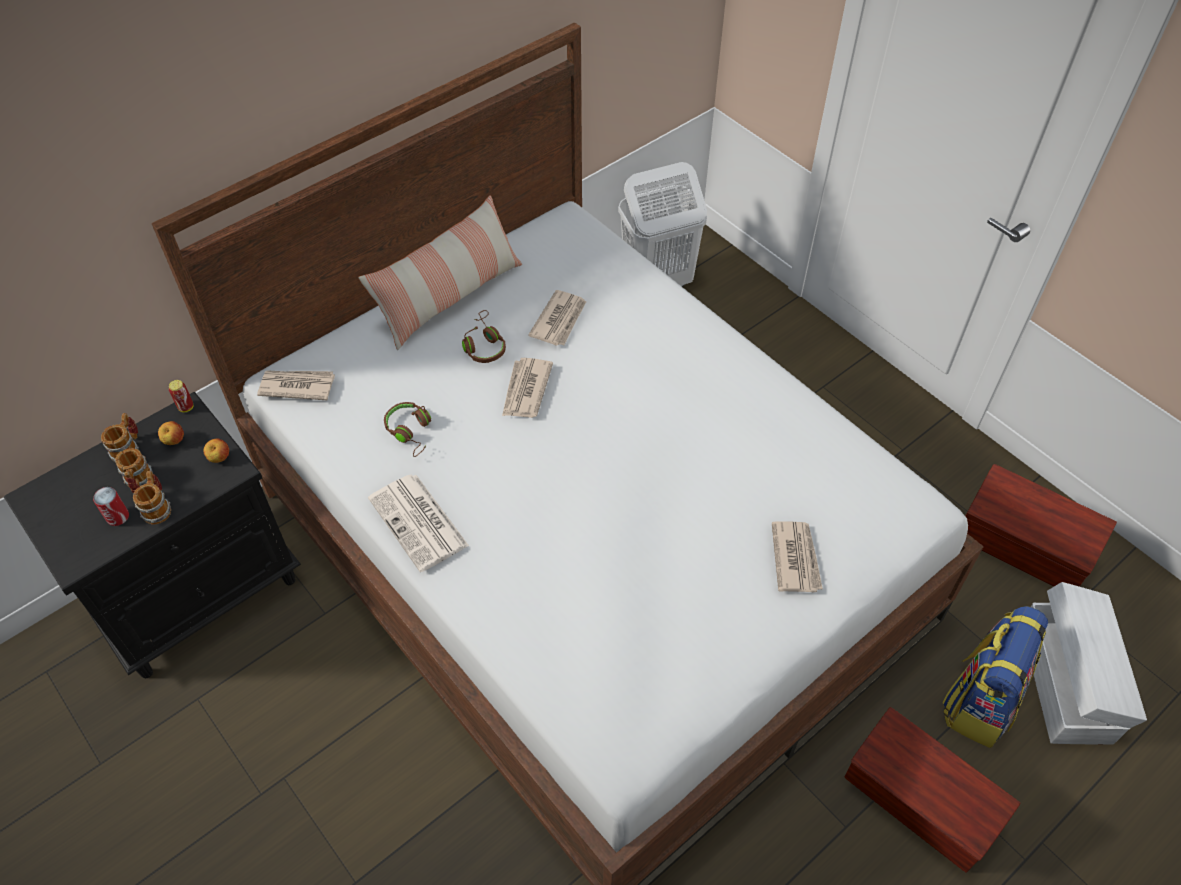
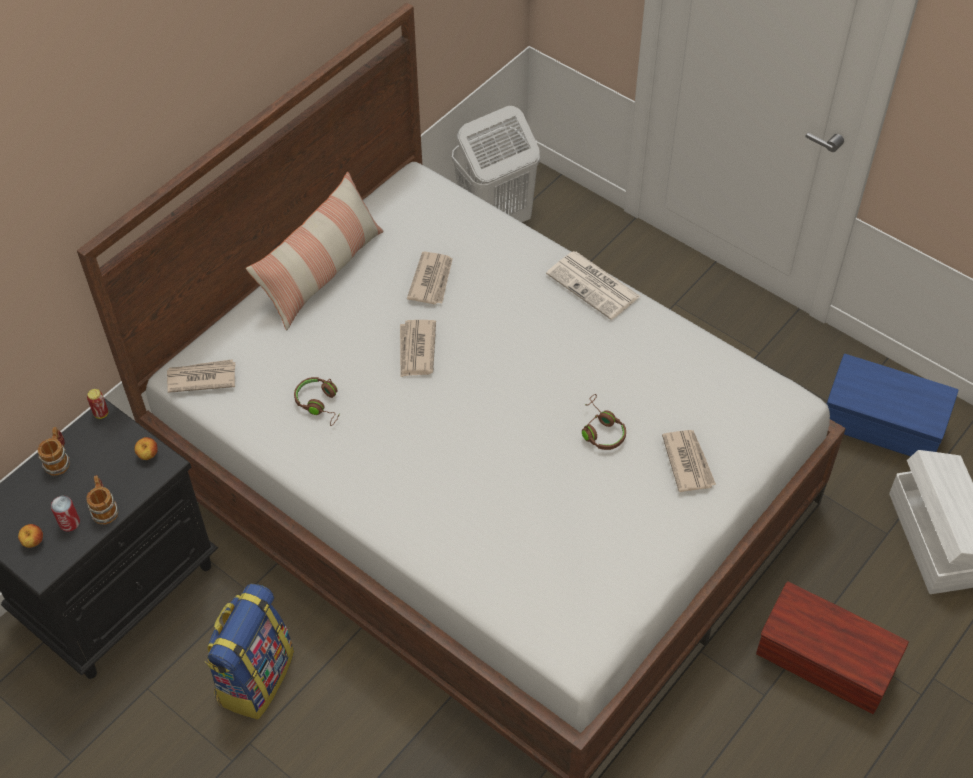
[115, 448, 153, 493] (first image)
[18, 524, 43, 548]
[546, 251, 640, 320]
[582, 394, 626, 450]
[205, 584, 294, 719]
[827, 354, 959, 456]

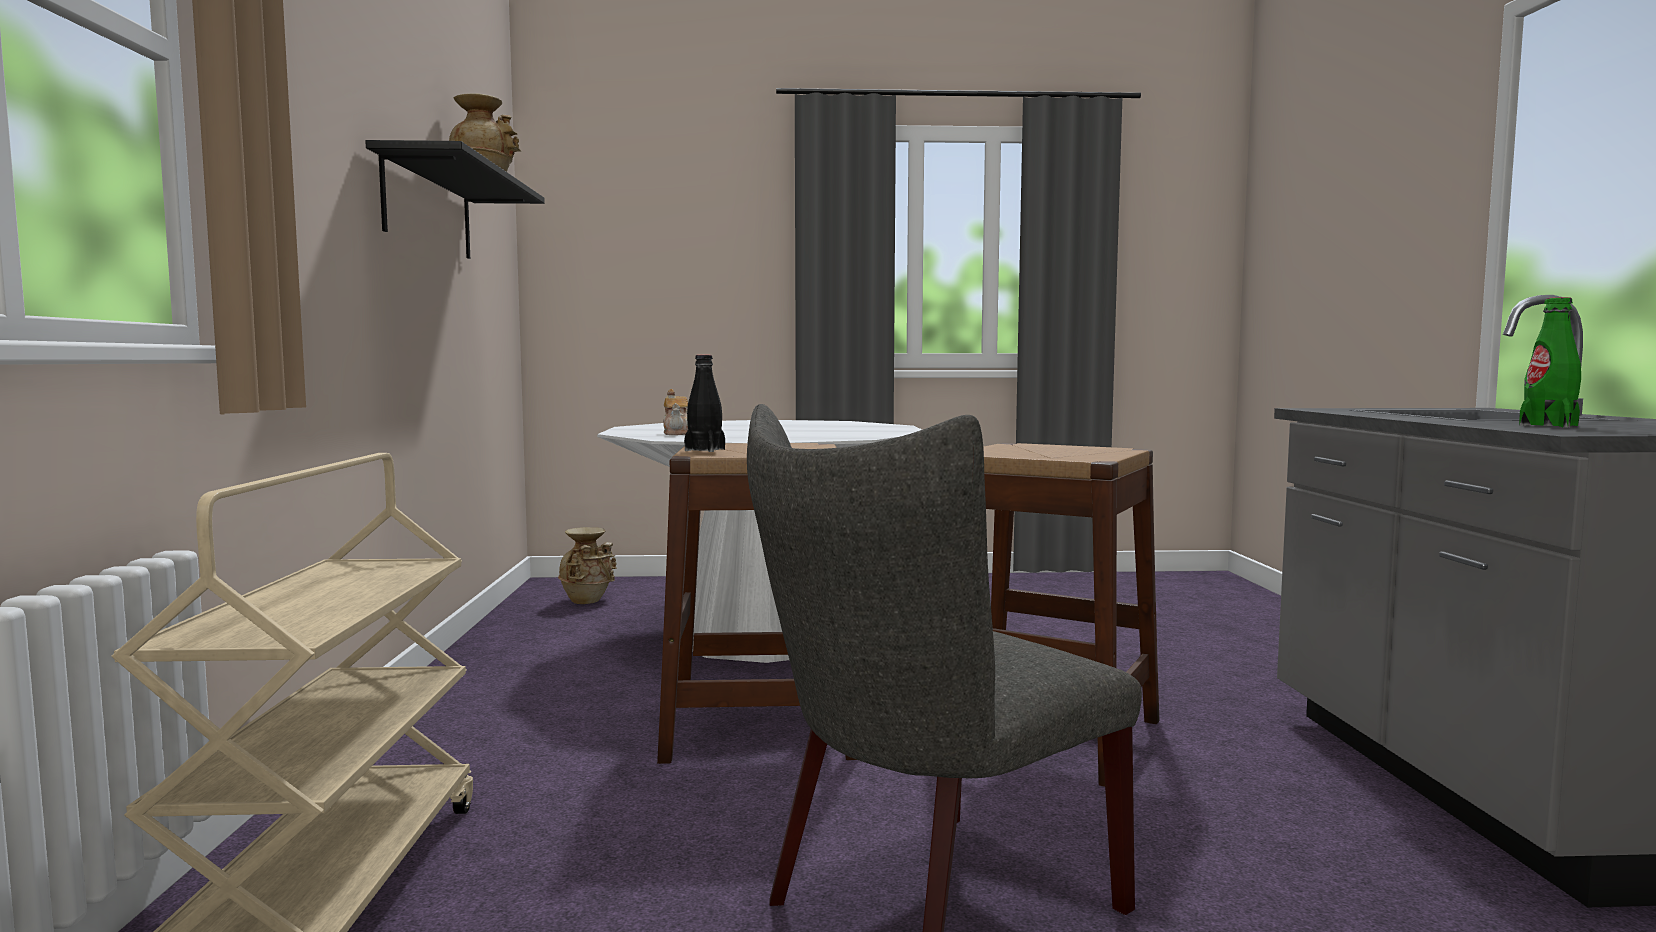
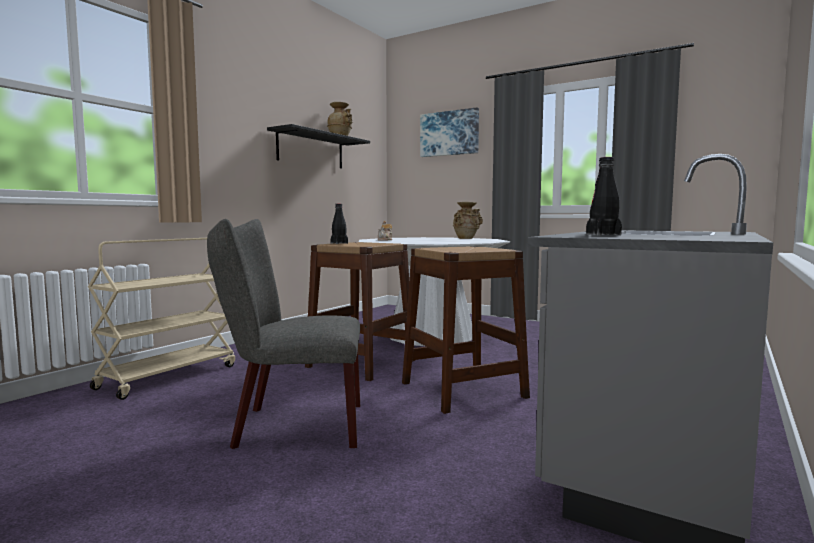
[420, 107, 479, 157]
[453, 202, 483, 239]
[586, 157, 622, 236]

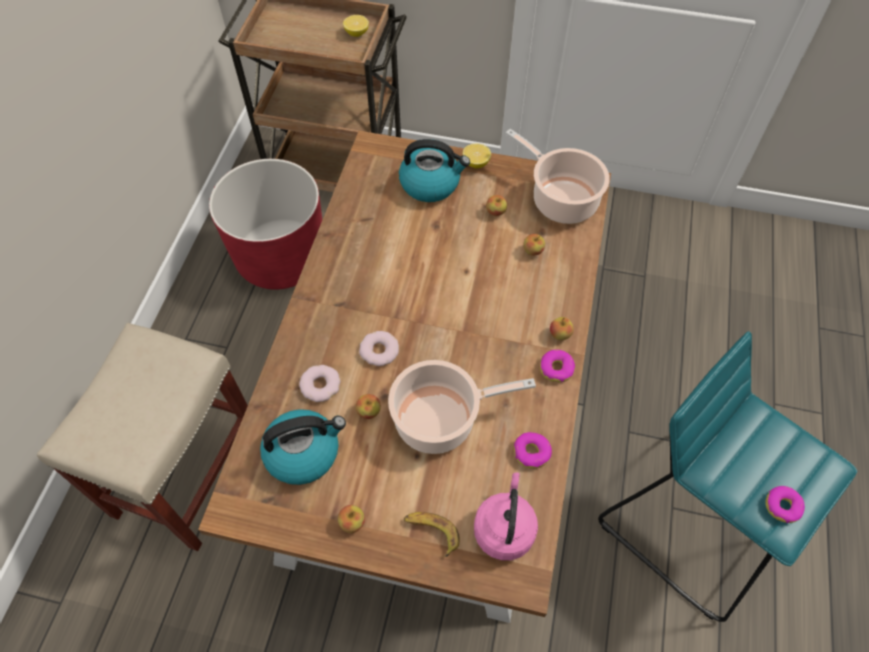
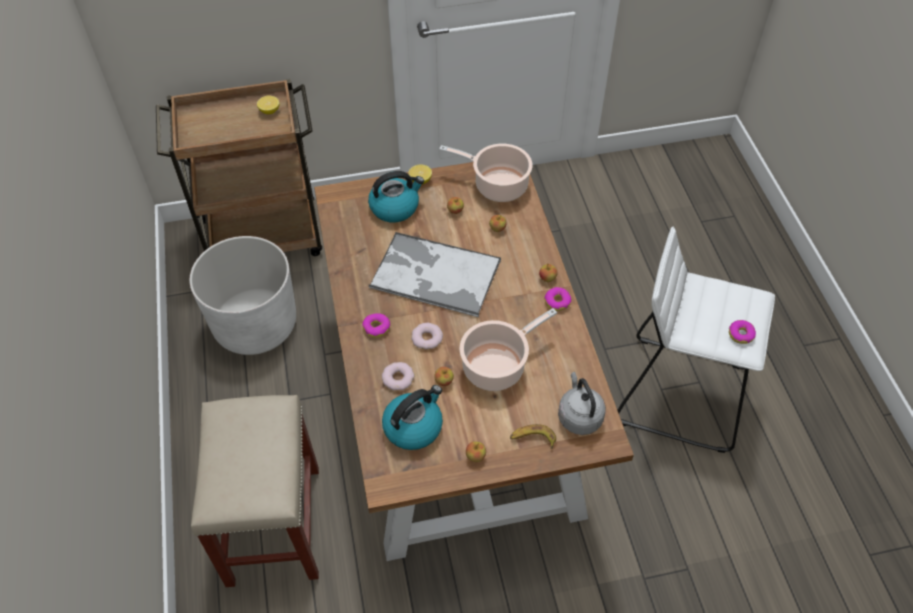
[368, 232, 501, 317]
[362, 313, 391, 338]
[189, 236, 296, 355]
[558, 372, 606, 435]
[618, 227, 775, 453]

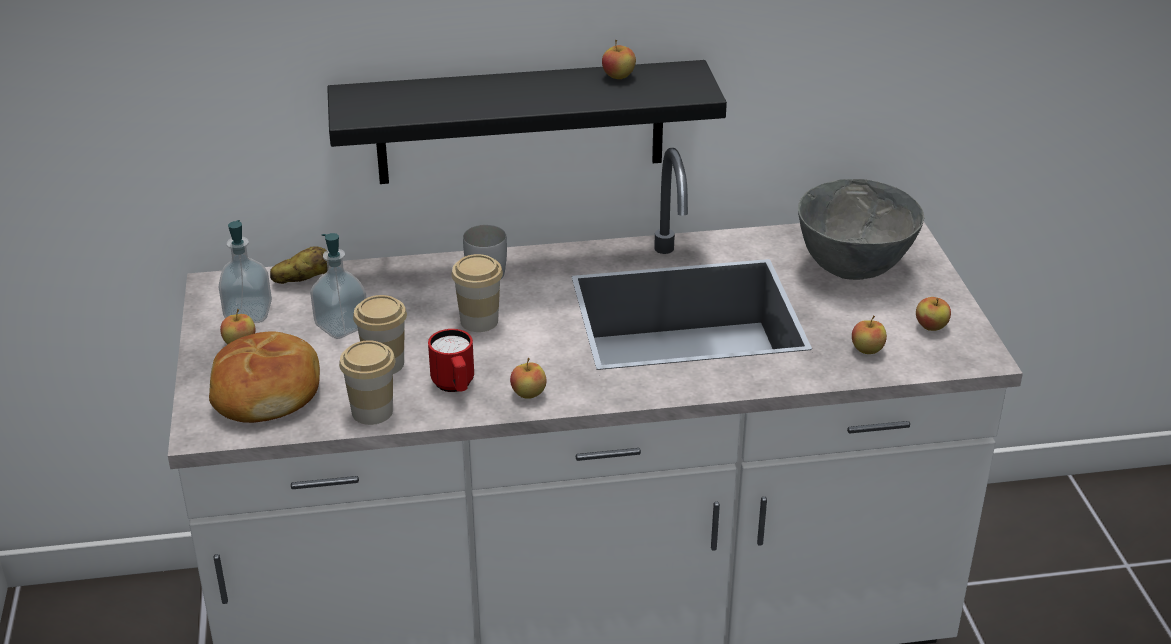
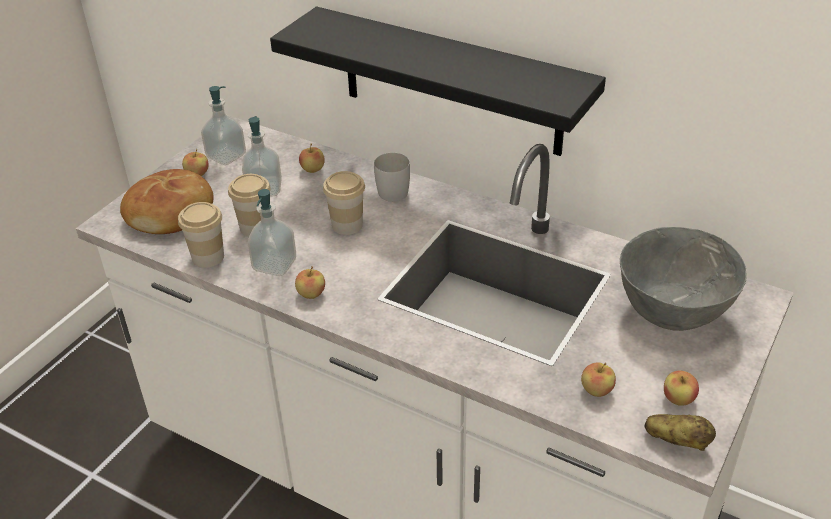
[645, 414, 716, 451]
[299, 144, 325, 173]
[248, 189, 296, 276]

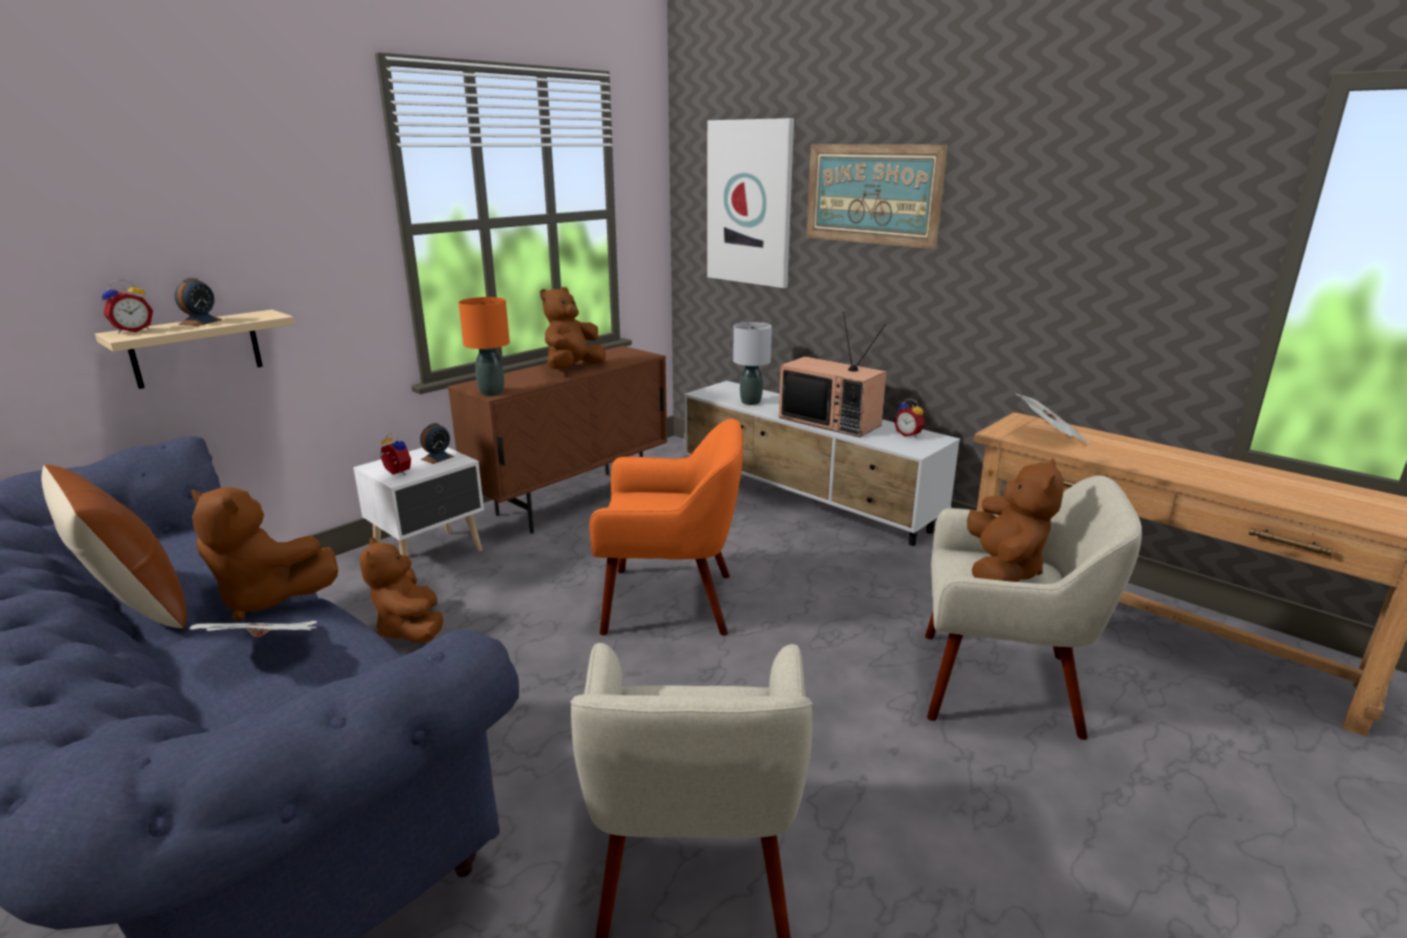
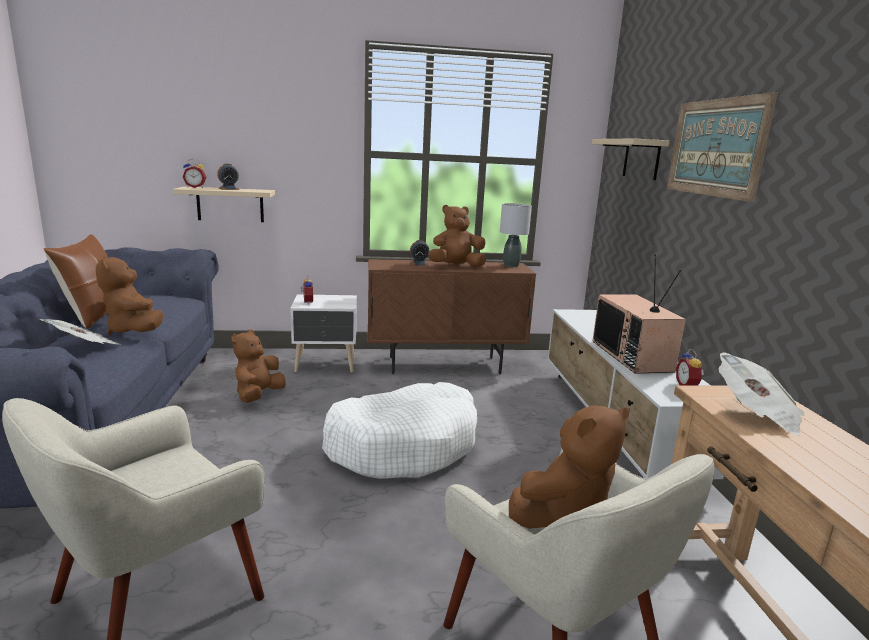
[458, 297, 510, 396] (first image)
[410, 240, 429, 265]
[500, 203, 532, 267]
[322, 382, 477, 479]
[592, 138, 669, 180]

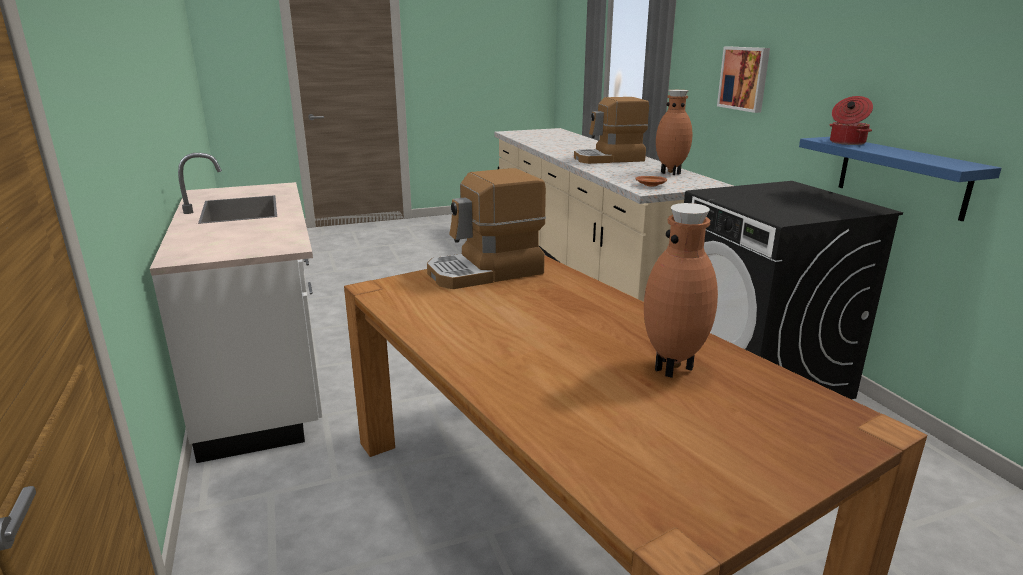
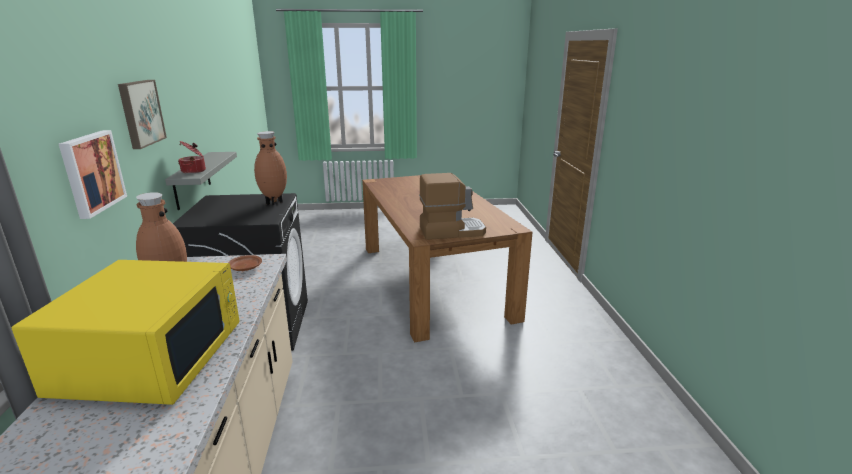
[150, 153, 323, 463] (first image)
[118, 80, 167, 149]
[254, 131, 287, 205]
[12, 260, 239, 405]
[165, 152, 237, 210]

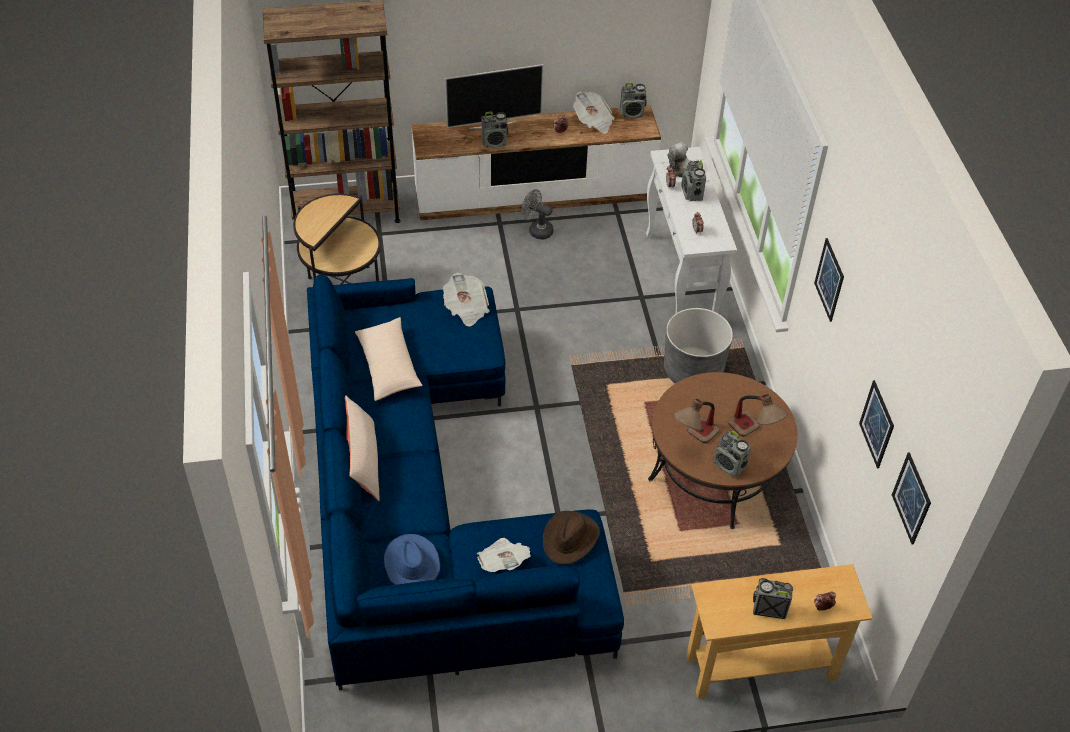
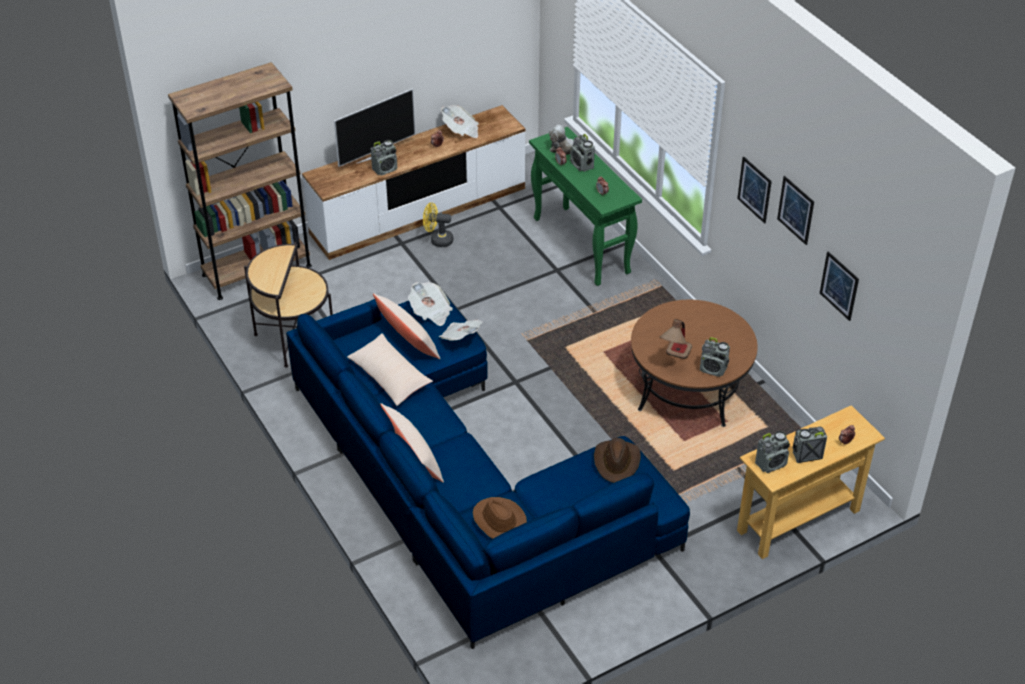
[664, 308, 733, 384] (first image)
[728, 394, 788, 436] (first image)
[373, 293, 440, 359]
[439, 320, 483, 341]
[755, 431, 790, 473]
[777, 176, 814, 245]
[473, 497, 527, 539]
[423, 202, 453, 247]
[529, 127, 642, 286]

